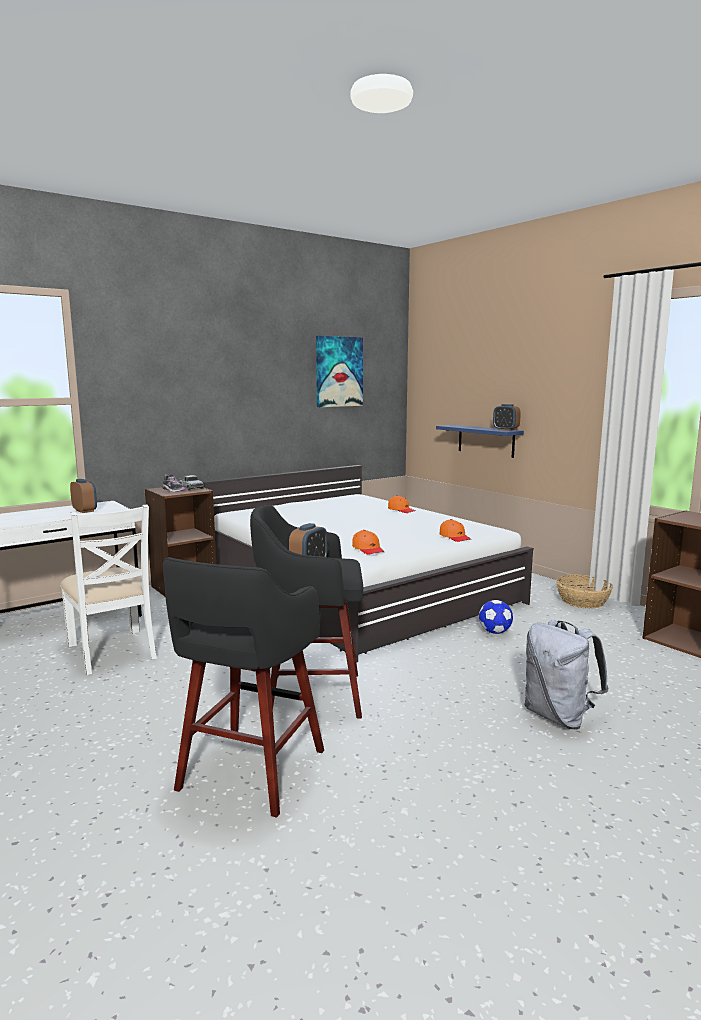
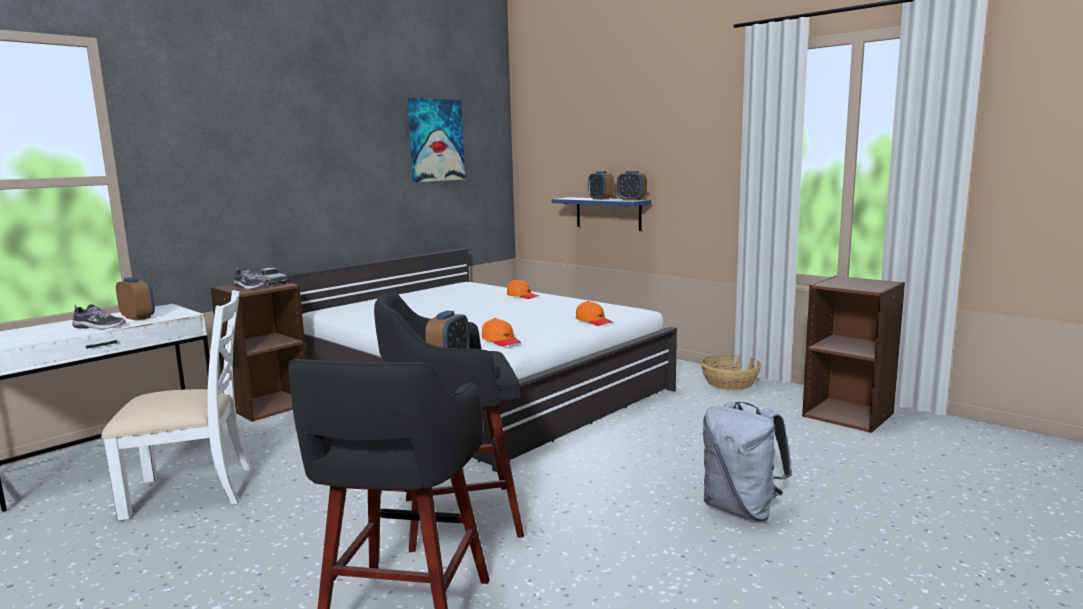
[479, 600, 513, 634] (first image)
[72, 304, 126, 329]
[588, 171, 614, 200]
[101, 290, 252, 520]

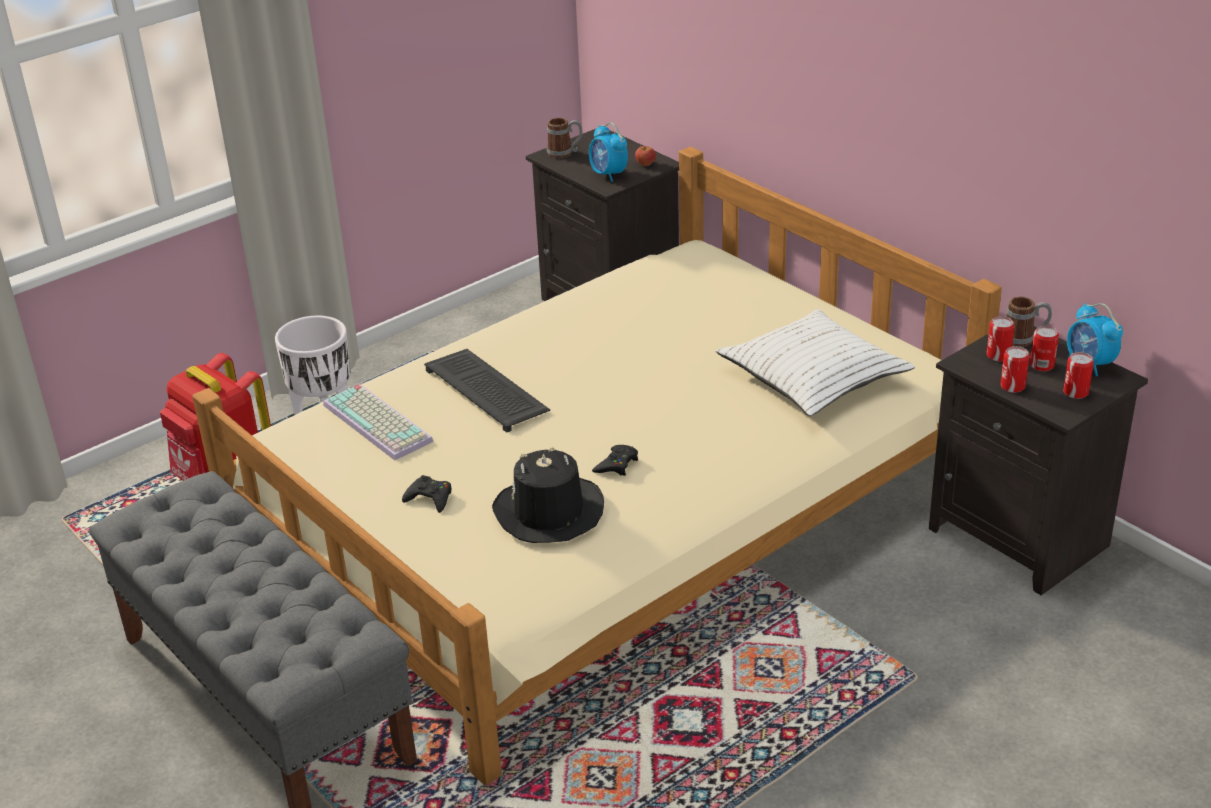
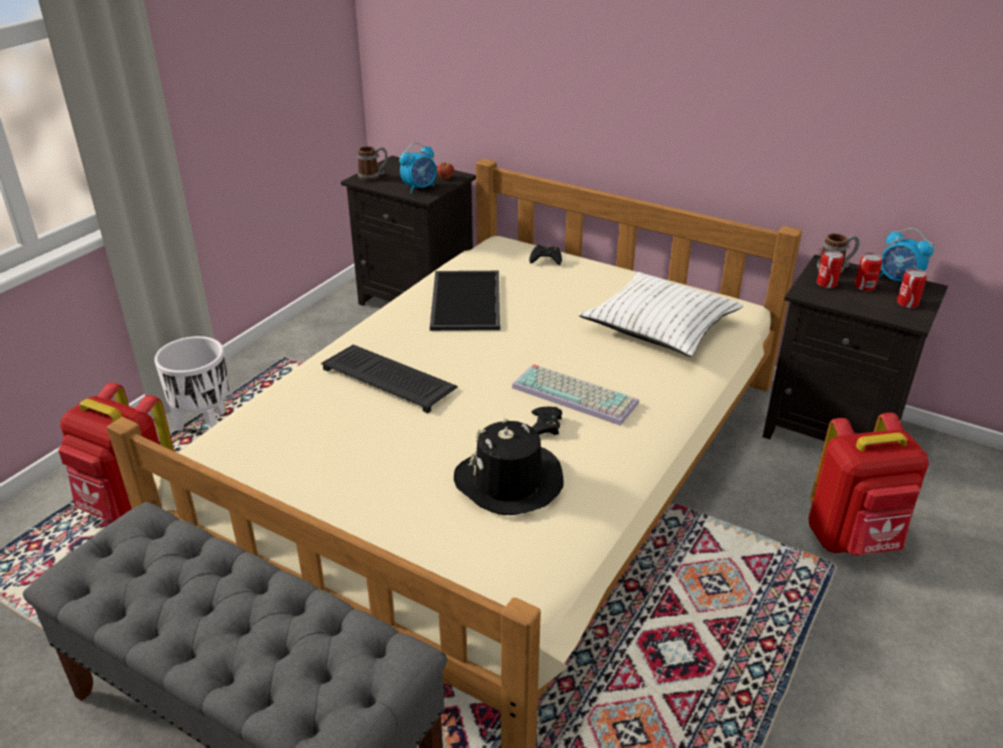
[1000, 346, 1030, 393] (first image)
[430, 271, 500, 331]
[808, 413, 929, 556]
[512, 364, 639, 426]
[529, 245, 562, 265]
[399, 143, 437, 193]

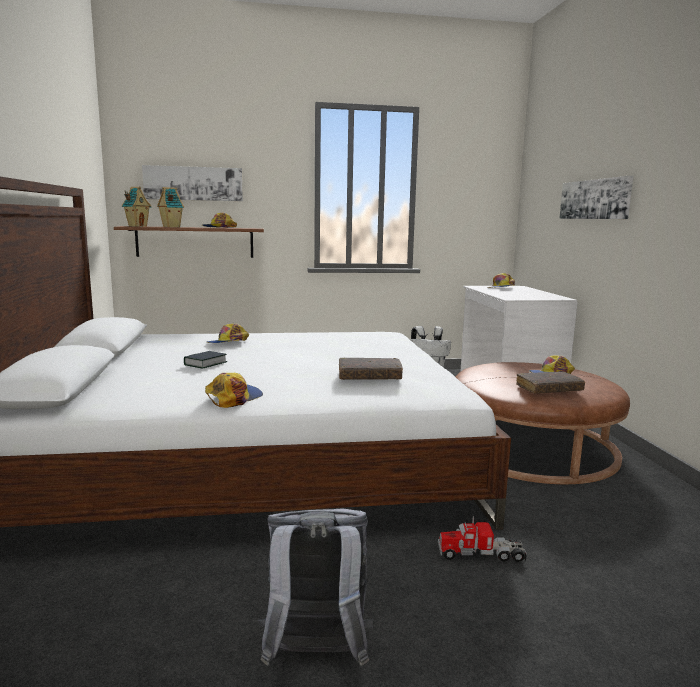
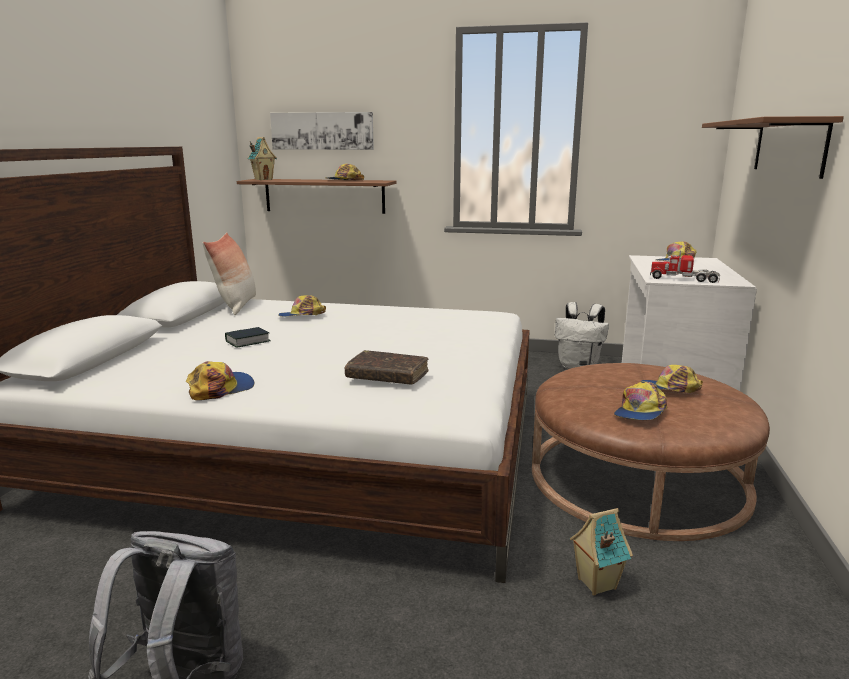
[202, 233, 256, 315]
[570, 508, 633, 595]
[650, 250, 720, 283]
[614, 382, 667, 420]
[702, 116, 844, 179]

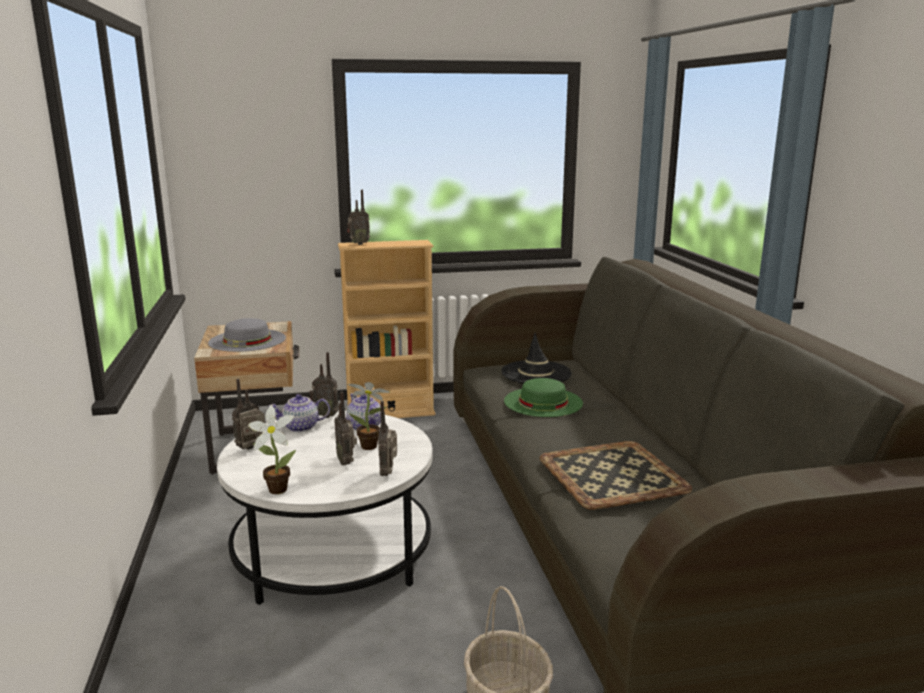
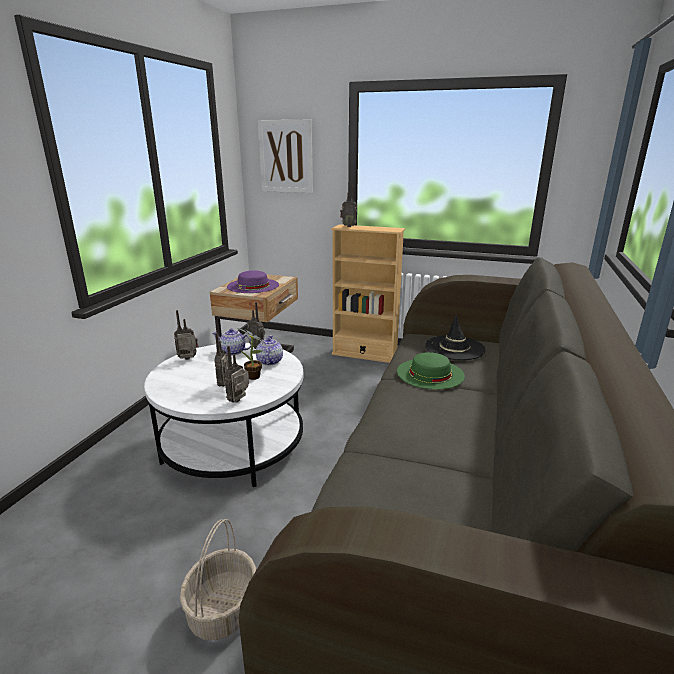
[248, 405, 296, 494] (first image)
[540, 441, 692, 510] (first image)
[258, 120, 313, 193]
[227, 270, 279, 293]

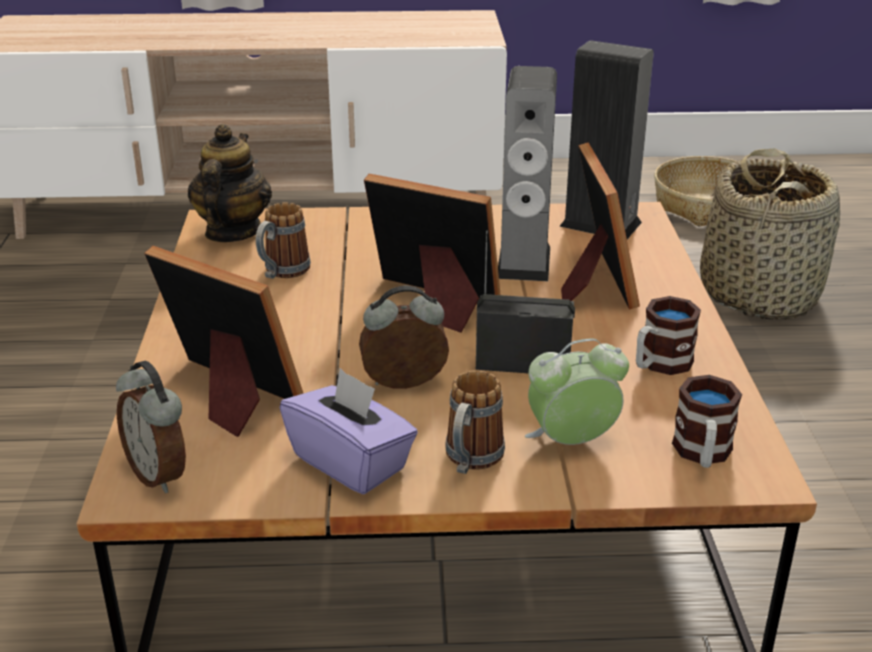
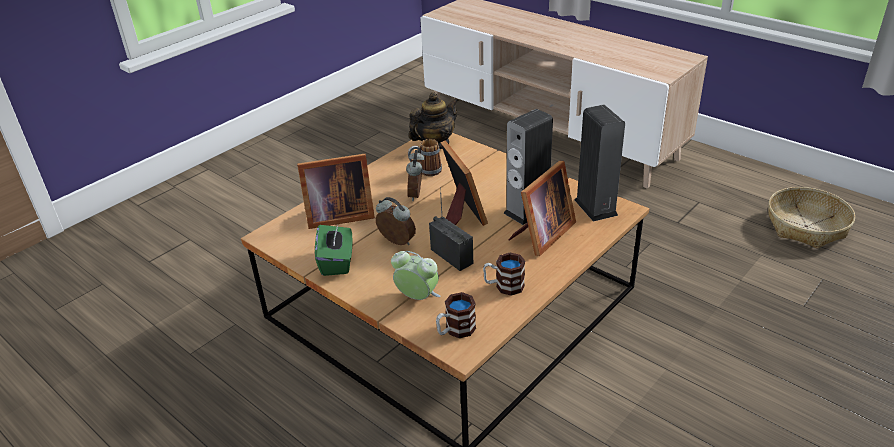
[445, 370, 505, 474] (first image)
[700, 149, 840, 320] (first image)
[406, 150, 425, 201]
[315, 225, 352, 276]
[297, 154, 375, 229]

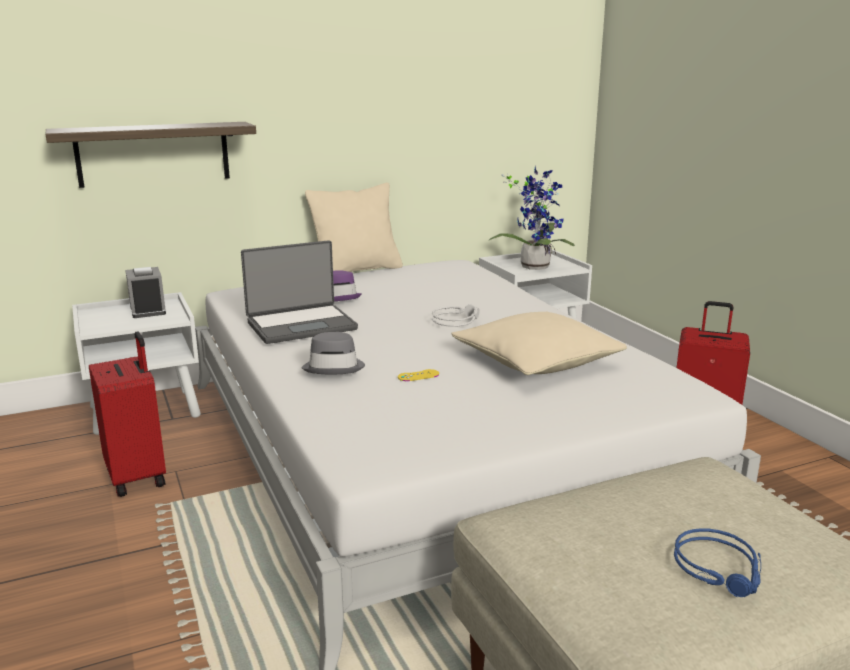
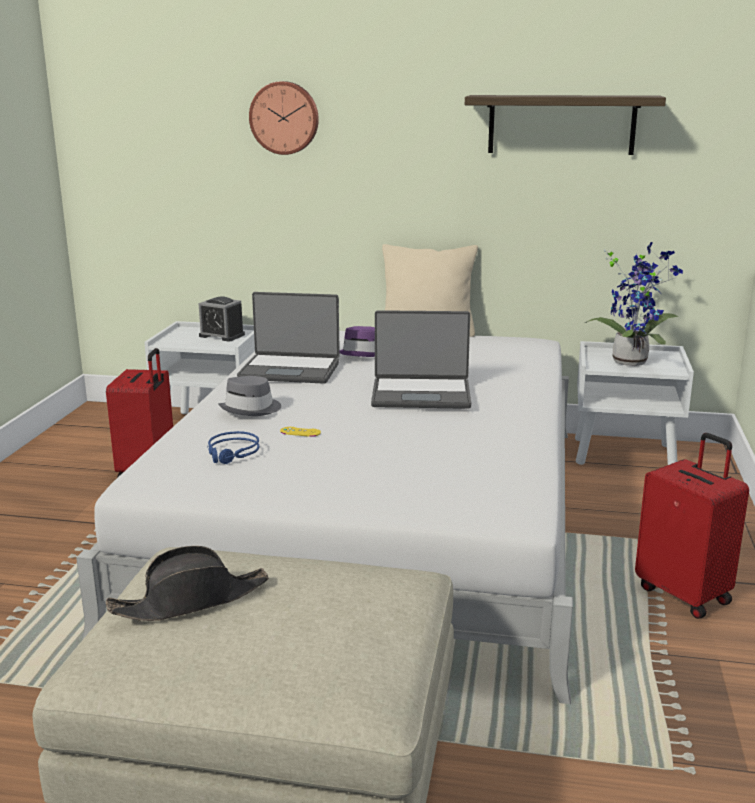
[451, 312, 627, 375] (first image)
[105, 546, 269, 621]
[249, 81, 319, 155]
[465, 95, 666, 155]
[207, 431, 260, 464]
[371, 310, 471, 409]
[198, 296, 245, 341]

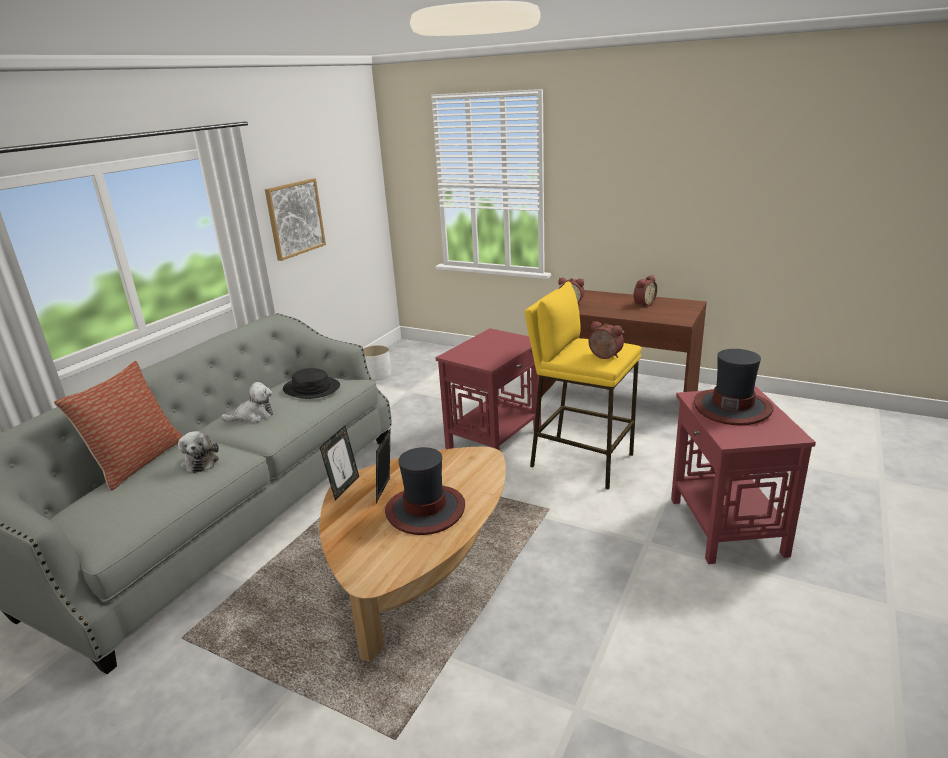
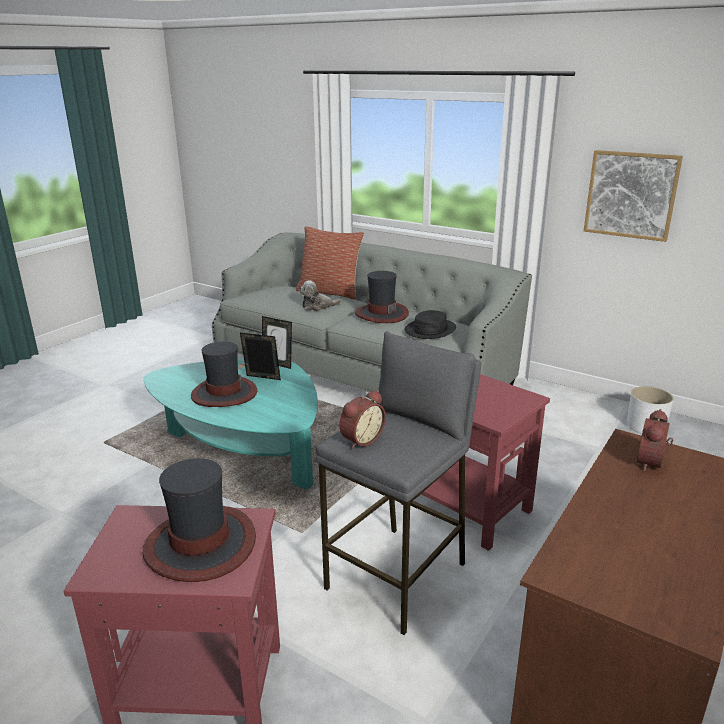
[634, 275, 657, 307] (first image)
[355, 271, 409, 323]
[143, 358, 318, 489]
[316, 331, 481, 635]

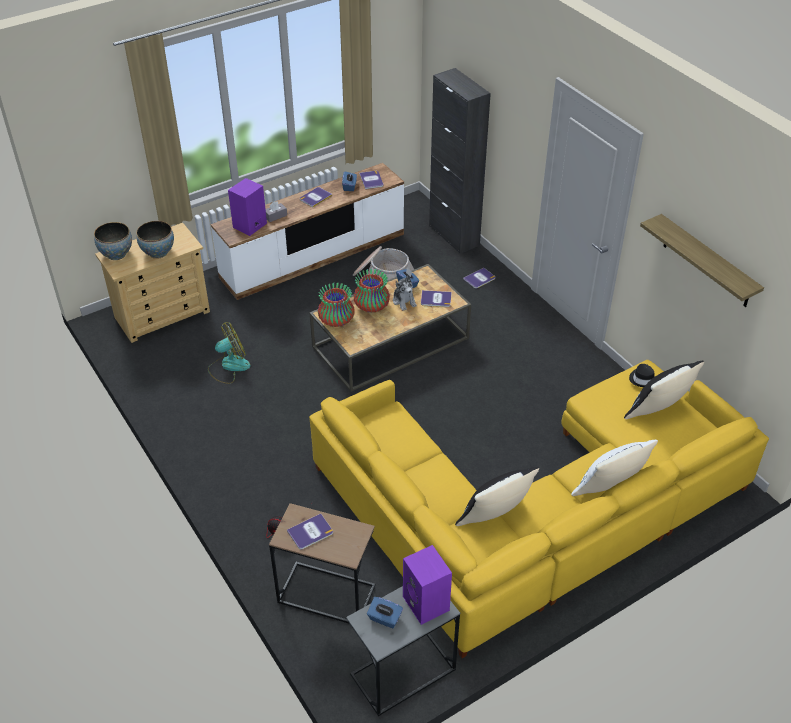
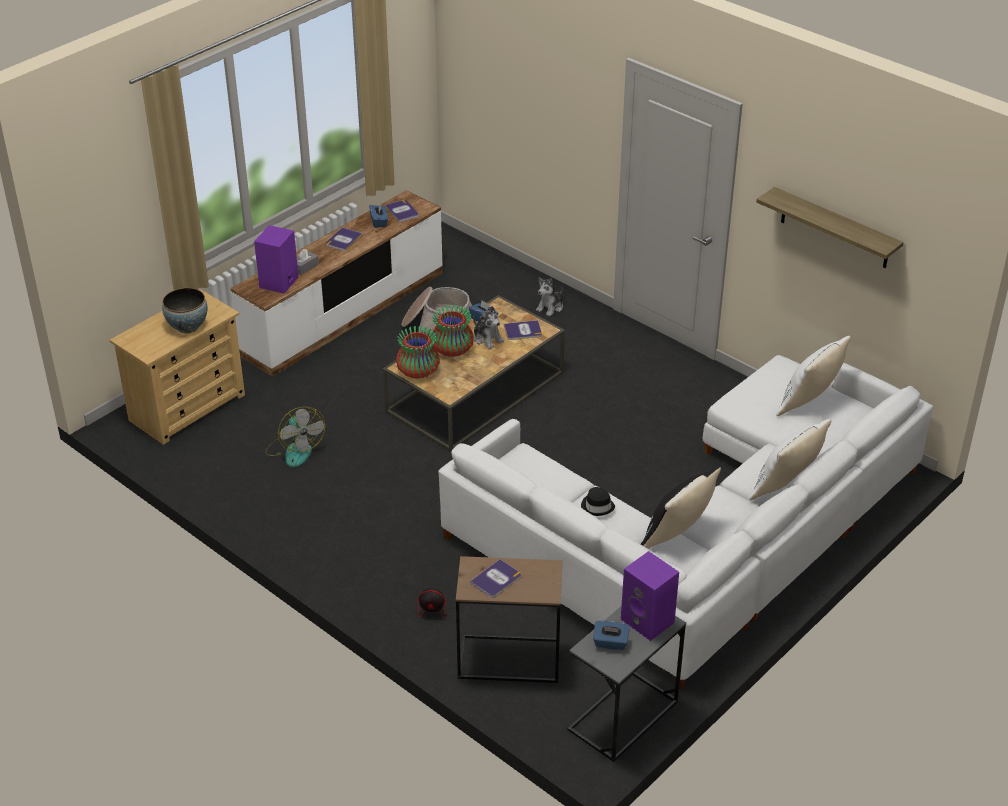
[94, 222, 132, 260] (first image)
[429, 68, 491, 254] (first image)
[581, 487, 615, 516]
[536, 278, 563, 317]
[438, 355, 933, 690]
[776, 336, 851, 416]
[265, 407, 325, 467]

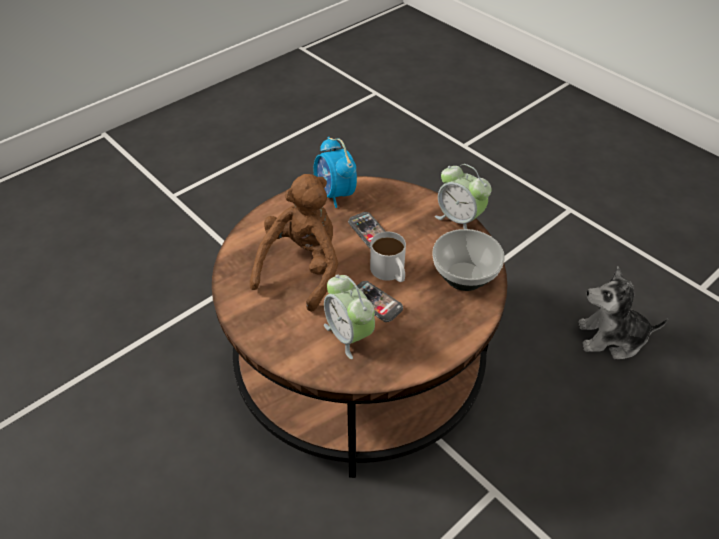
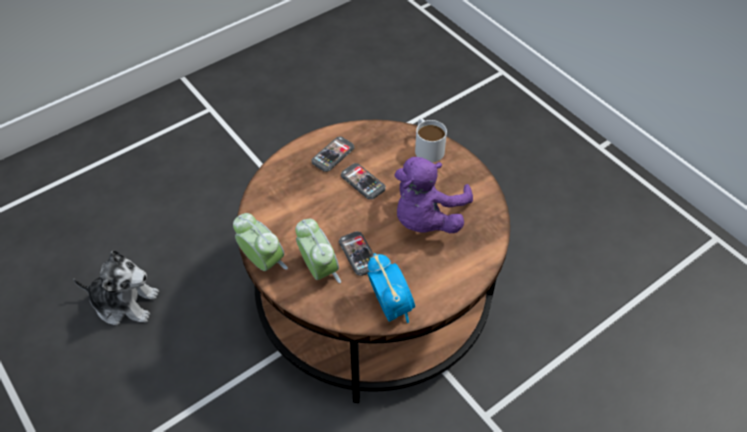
[432, 229, 505, 291] (first image)
[311, 137, 354, 172]
[295, 219, 341, 283]
[415, 119, 447, 163]
[394, 157, 473, 233]

